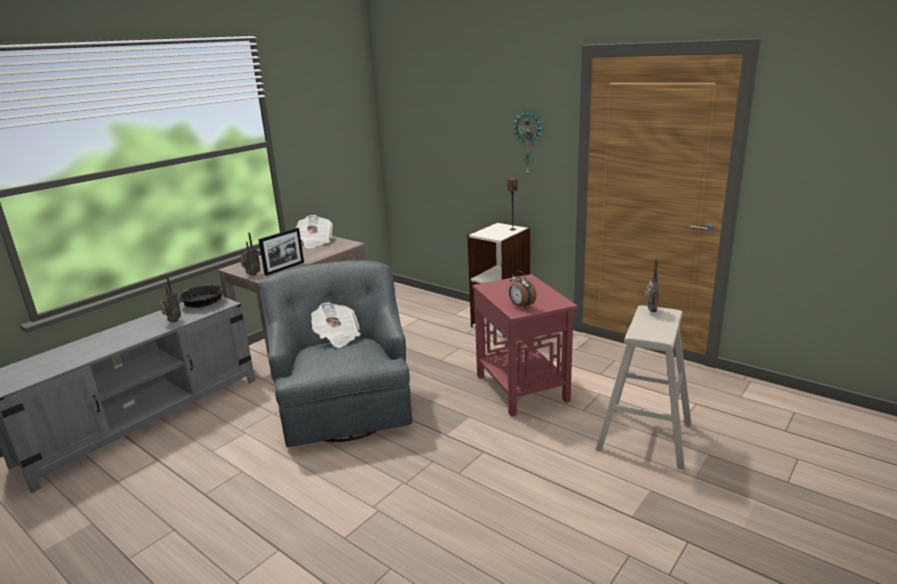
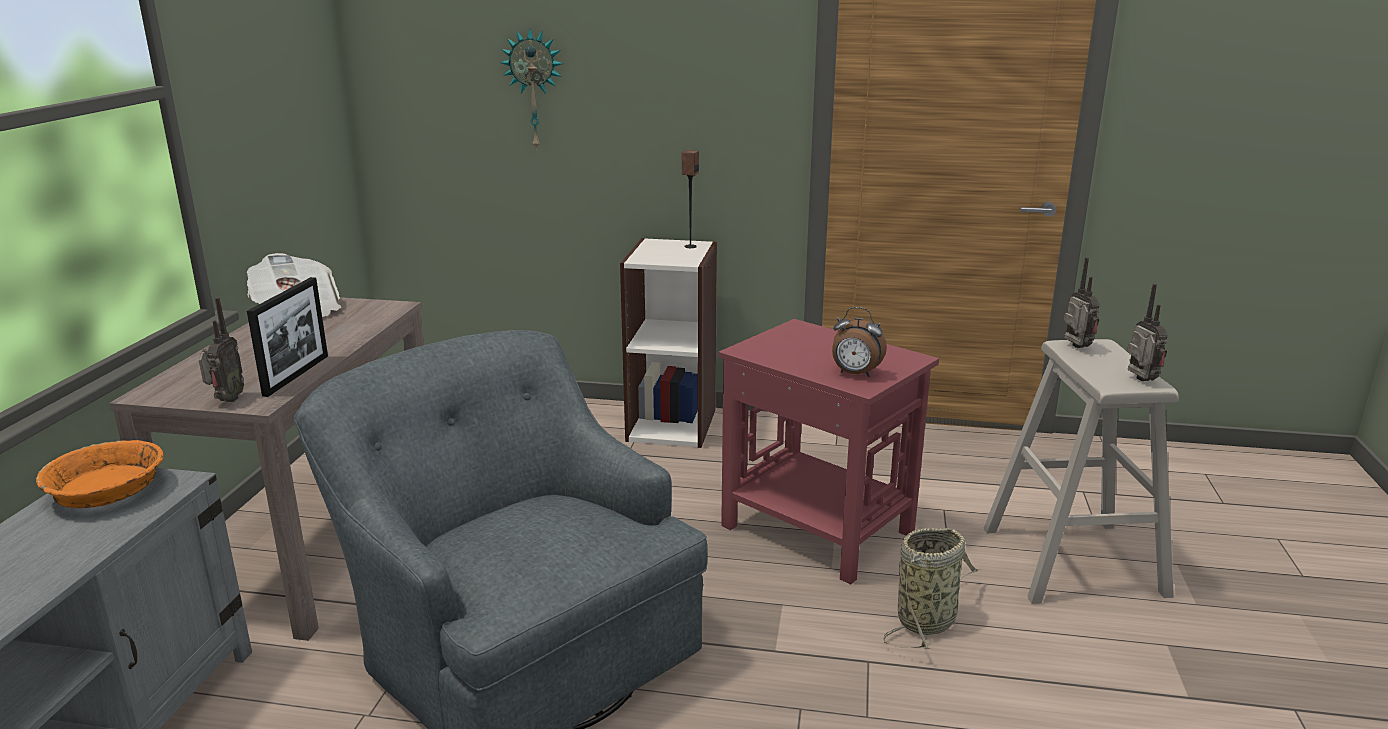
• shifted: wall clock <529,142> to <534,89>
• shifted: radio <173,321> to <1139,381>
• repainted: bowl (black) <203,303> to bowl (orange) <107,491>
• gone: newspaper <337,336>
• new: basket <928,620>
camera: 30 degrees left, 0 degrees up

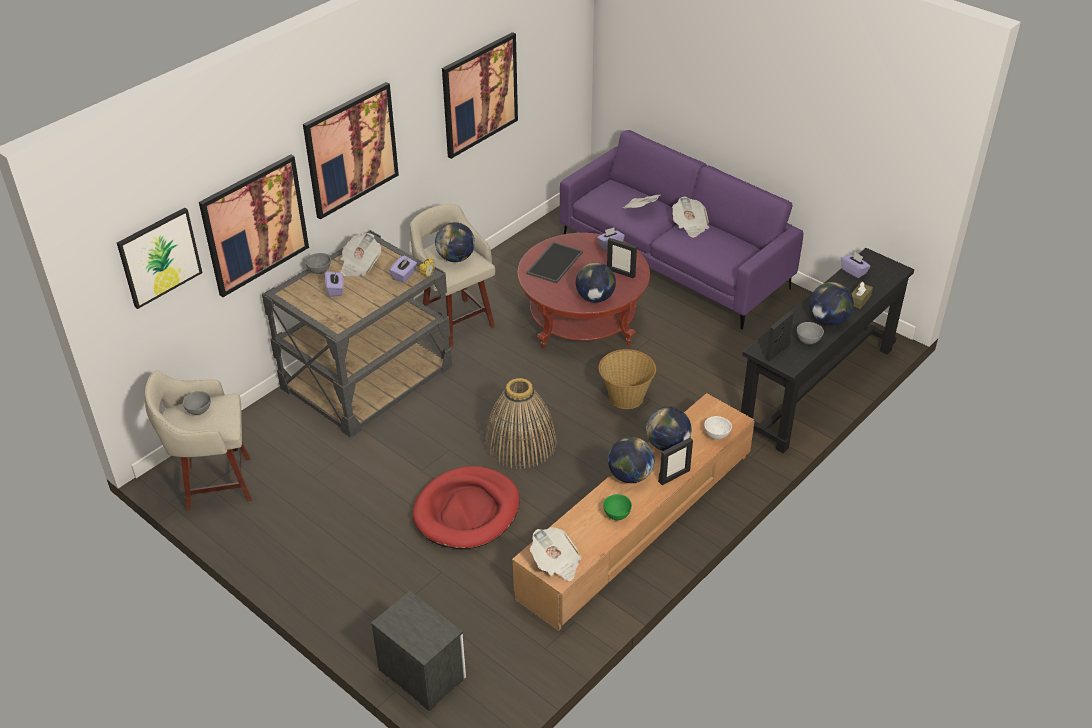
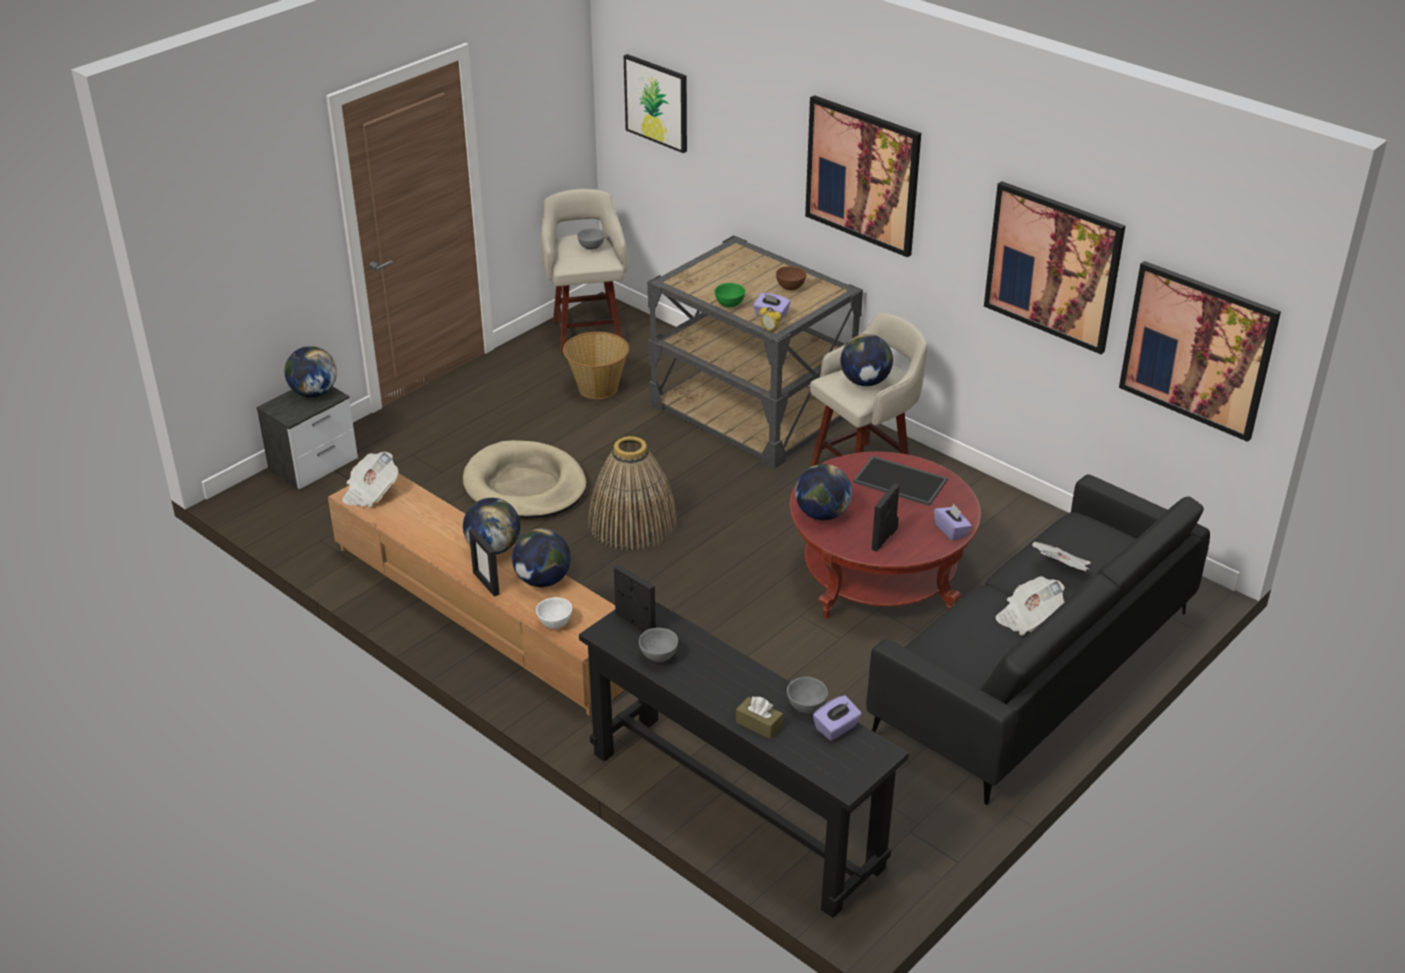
• repainted: sofa (purple) <675,263> to sofa (black) <1034,674>
• shifted: picture <255,225> to <1197,350>
• swapped: newspaper <359,265> to bowl (brown) <790,287>
• shifted: bowl (grey) <319,271> to <806,706>
• gone: tissue box (purple) <335,290>
• shifted: globe <828,320> to <314,393>
• shifted: basket <625,397> to <597,388>
• repainted: dog bed (red) <467,511> to dog bed (beige) <525,486>
• shifted: bowl (green) <617,514> to <730,305>
camera: 90 degrees right, 5 degrees down

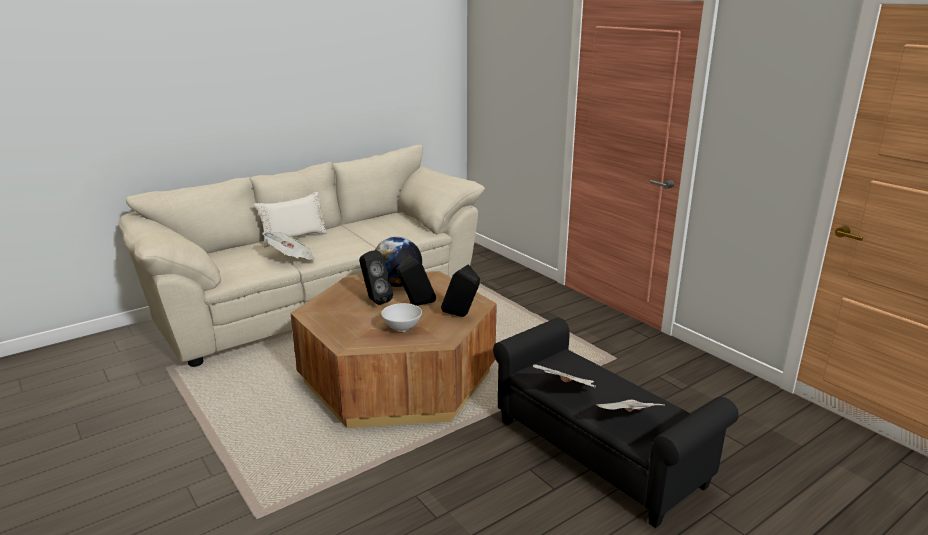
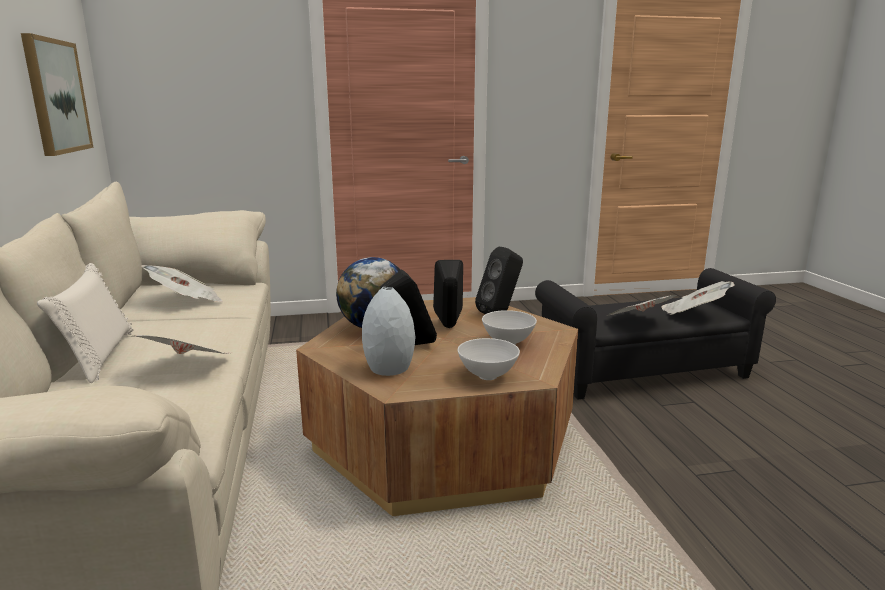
• new: picture <56,96>
• new: newspaper <187,301>
• new: vase (grey) <388,368>
• new: bowl (white) <487,376>
camera: 65 degrees left, 5 degrees down

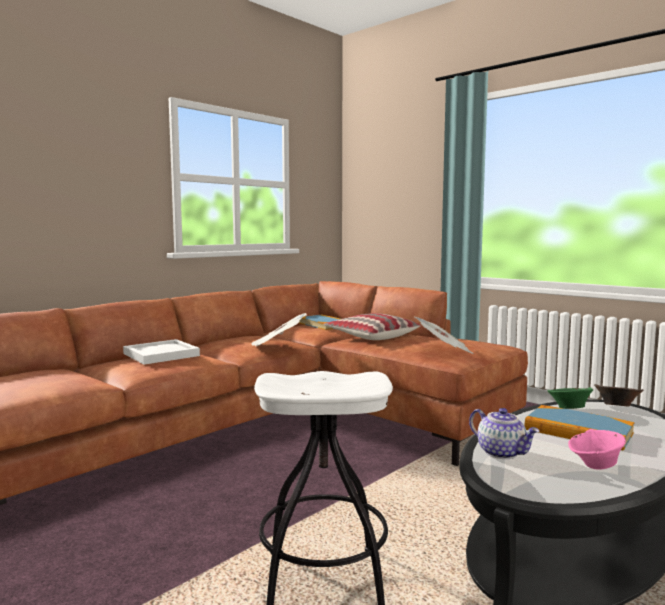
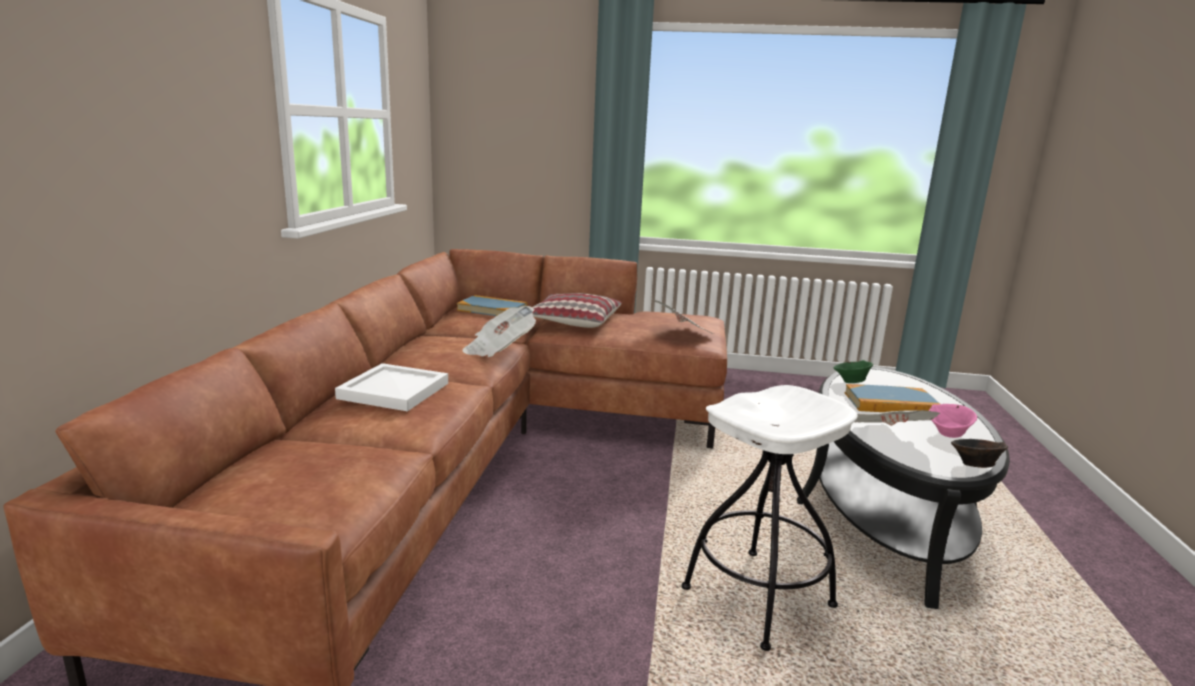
• shifted: bowl (brown) <616,406> to <974,465>
• swapped: teapot <502,453> to newspaper <885,439>
camera: 35 degrees left, 10 degrees up

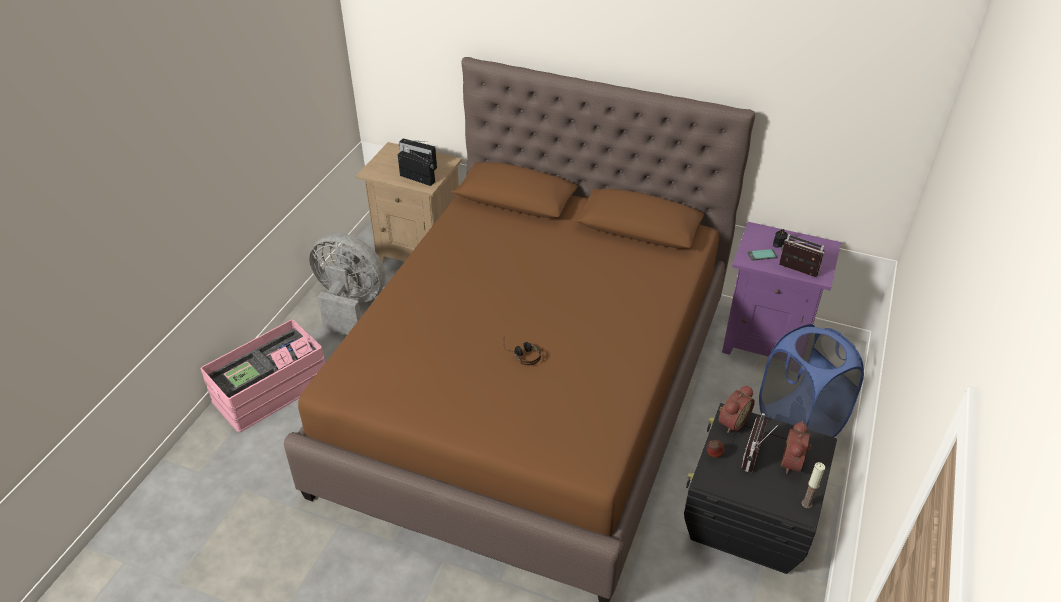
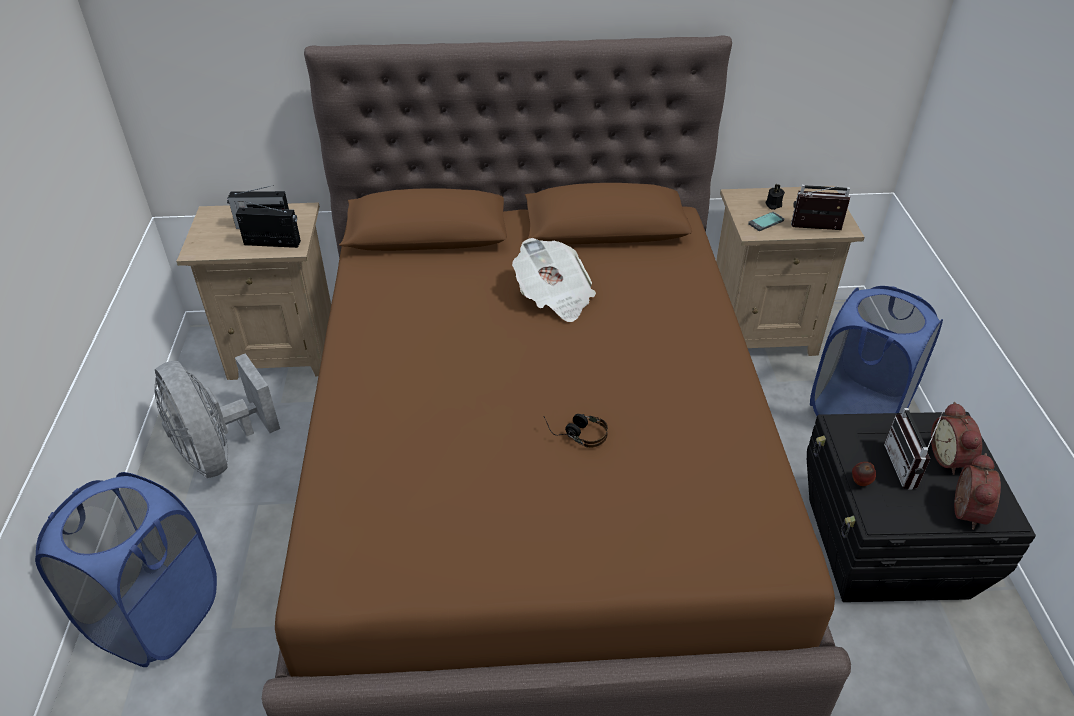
• repainted: nightstand (purple) <766,343> to nightstand (beige) <764,333>
• rotated: fan (grey) <350,305> = <220,451> 120 degrees counterclockwise
• swapped: storage box (pink) <270,389> to laundry basket (blue) <156,616>
• shifted: alarm clock <731,421> to <963,511>
• gone: candle <806,503>
• new: newspaper <554,297>
camera: 25 degrees left, 0 degrees up

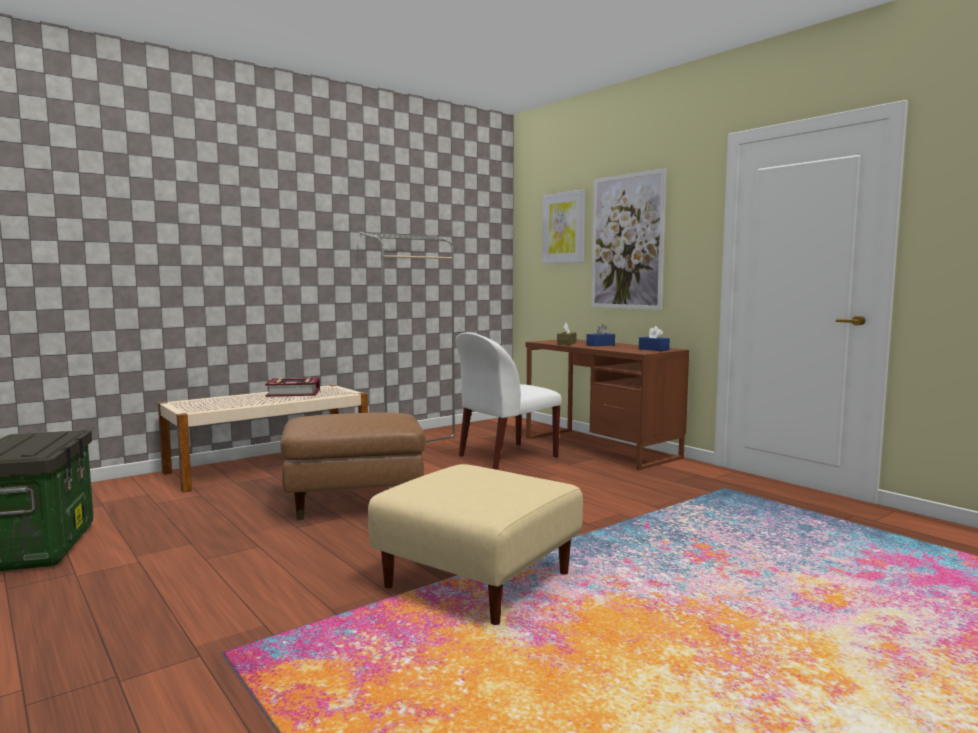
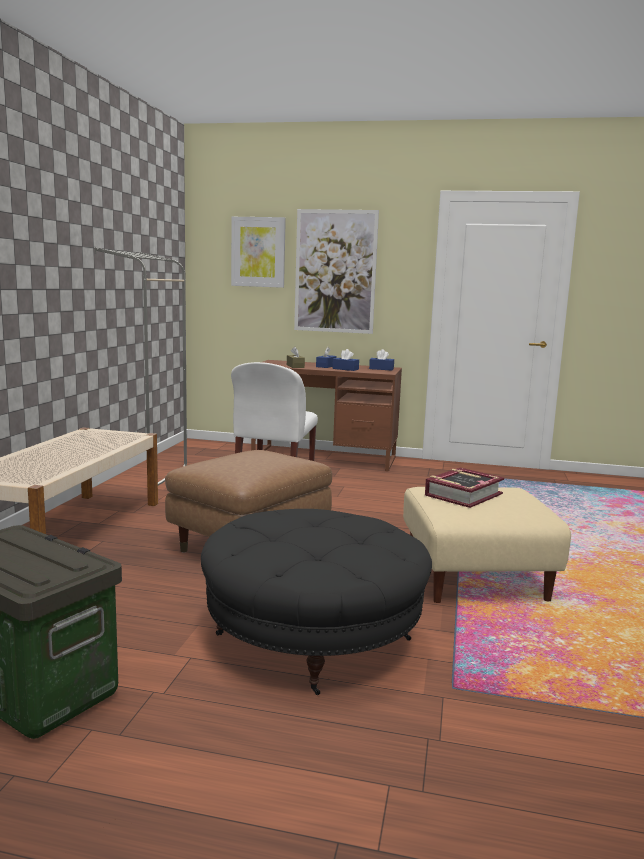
• shifted: book <293,393> to <463,494>
• new: tissue box (blue) <345,369>
• new: ottoman (black) <313,638>
camera: 40 degrees left, 5 degrees up

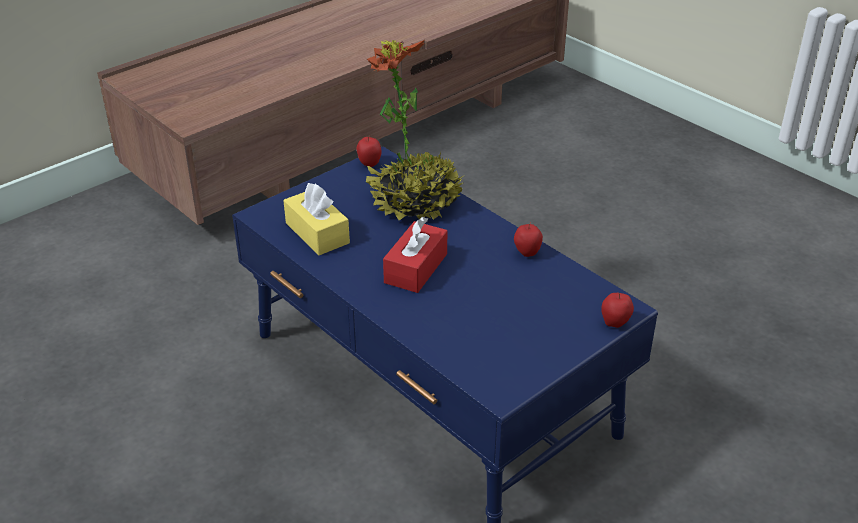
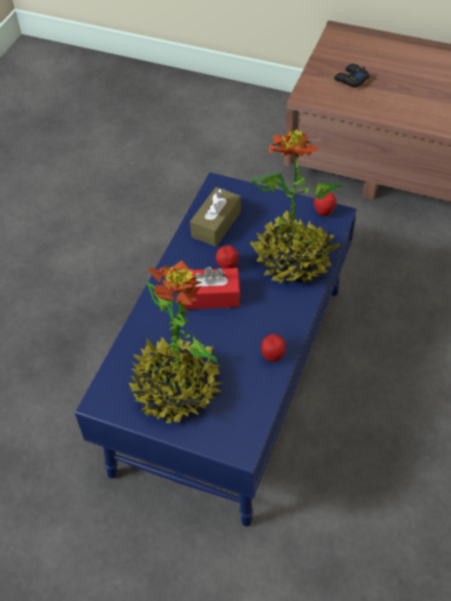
• repainted: tissue box (yellow) <317,233> to tissue box (brown) <216,224>
• shifted: apple <615,324> to <227,267>
• new: game controller (black) <351,79>
• new: potted plant <176,390>
camera: 65 degrees right, 15 degrees up

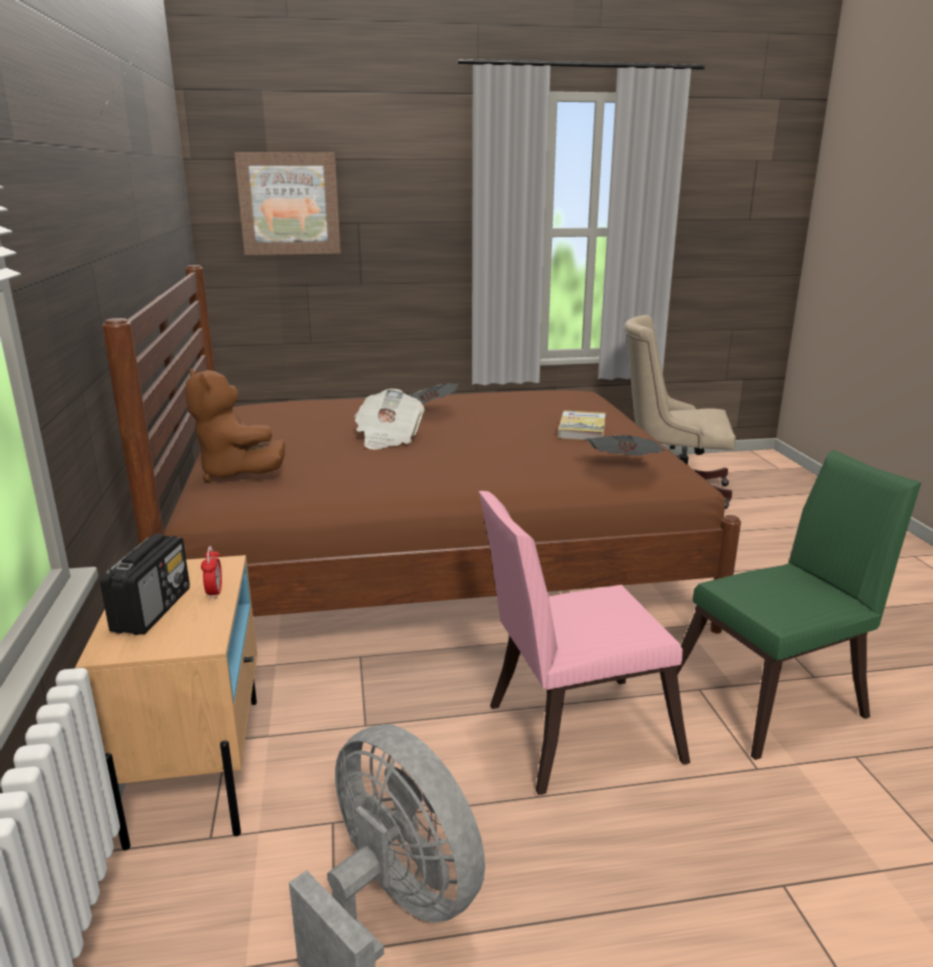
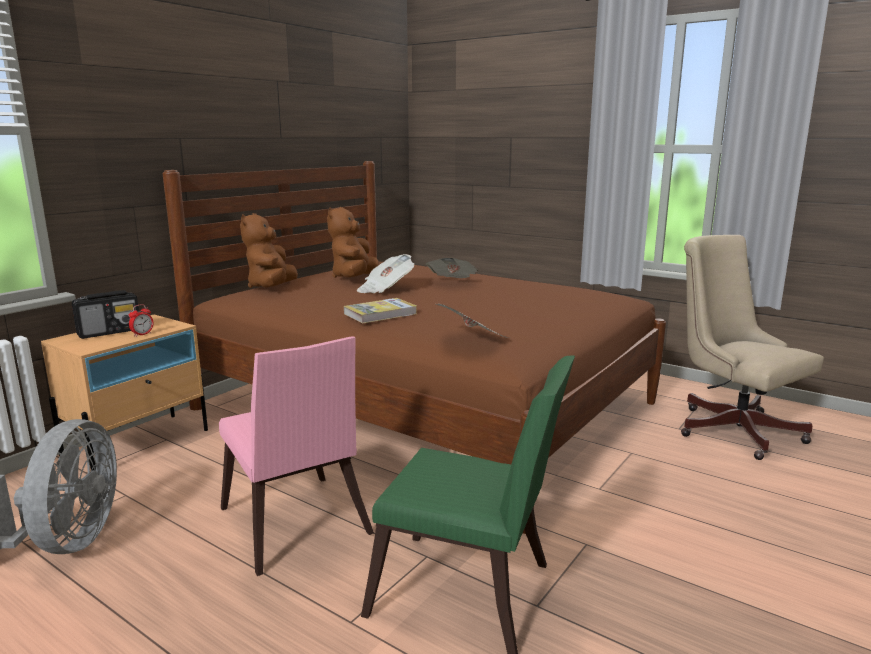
• gone: picture <289,204>
• shifted: book <582,429> to <380,314>
• rotated: chair (pink) <570,733> = <295,528> 150 degrees counterclockwise
• new: plush toy (brown) <354,278>
camera: 45 degrees right, 5 degrees down

